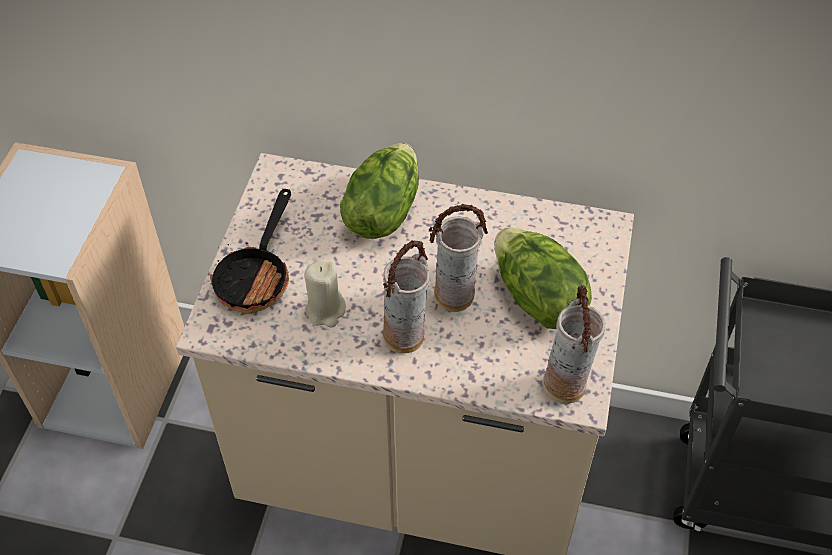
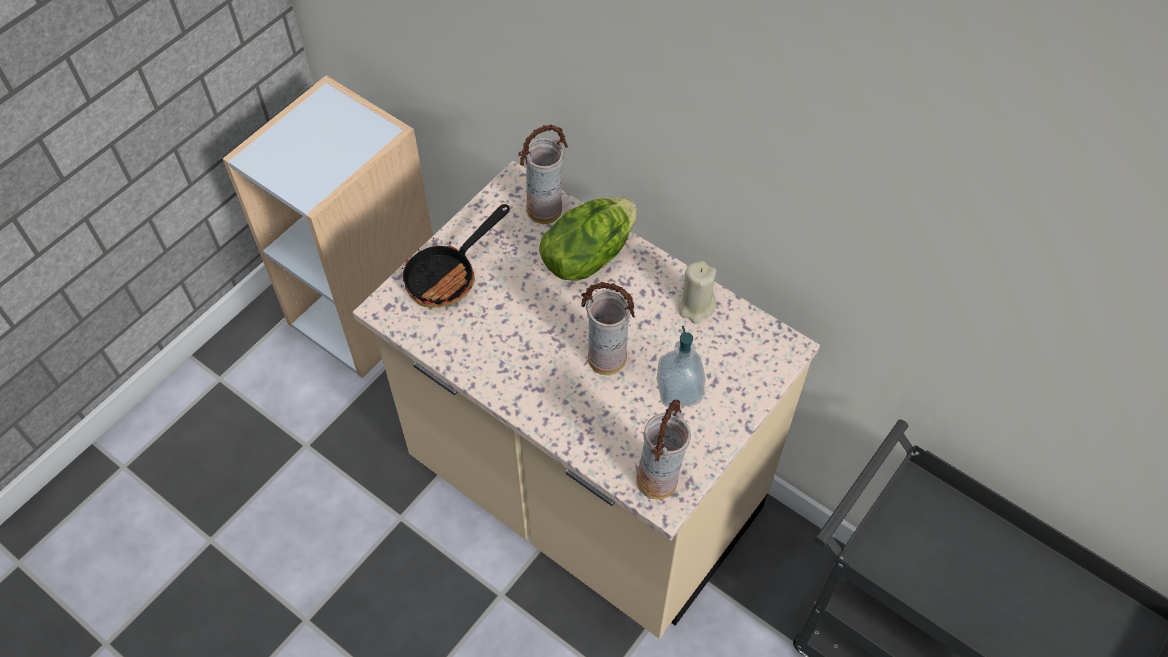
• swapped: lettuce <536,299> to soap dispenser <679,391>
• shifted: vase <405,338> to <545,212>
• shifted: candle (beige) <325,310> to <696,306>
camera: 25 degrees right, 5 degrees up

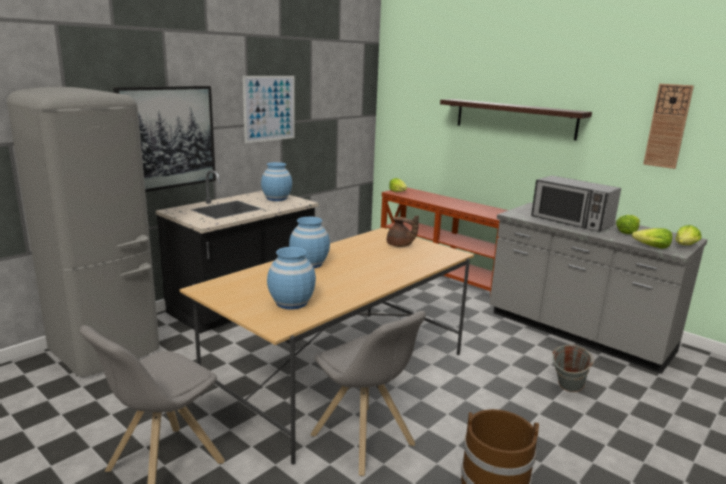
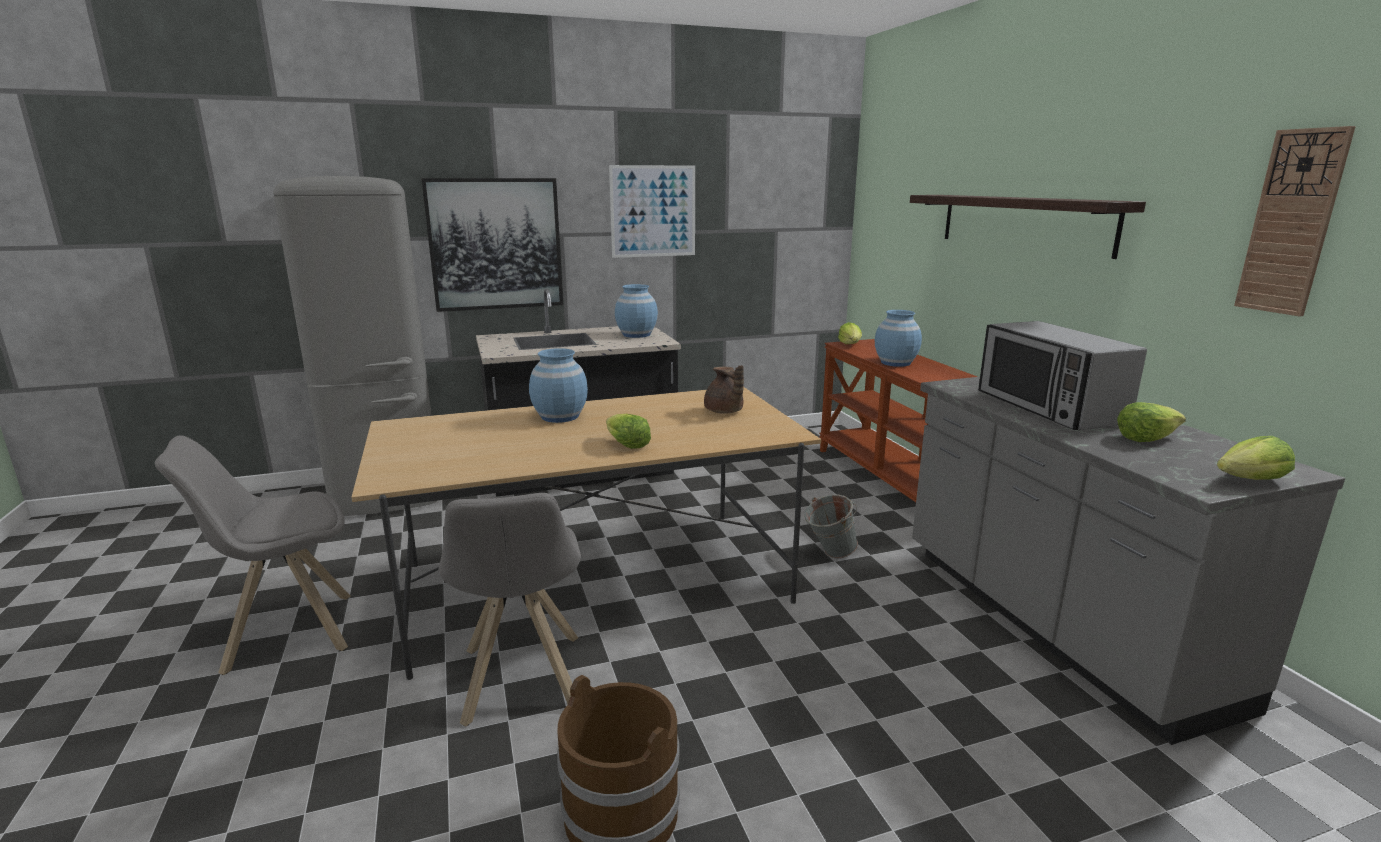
• shifted: lettuce <651,247> to <626,445>
• shifted: vase (blue) <291,302> to <895,363>
• shifted: bucket (grey) <567,390> to <829,554>
camera: 30 degrees right, 0 degrees up

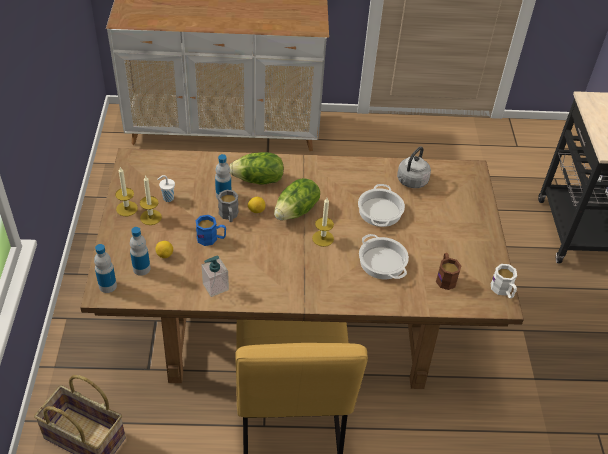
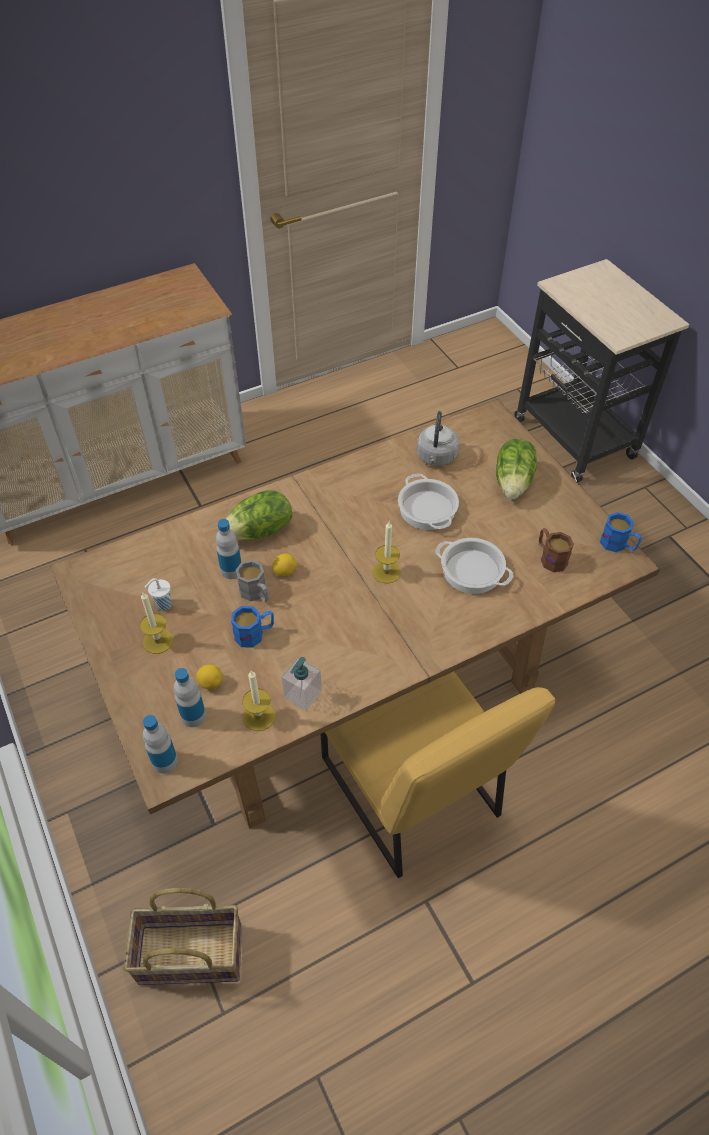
• shifted: candle <127,208> to <259,716>
• shifted: lettuce <297,211> to <514,482>
• repainted: mug (white) <503,291> to mug (blue) <618,545>
camera: 25 degrees left, 5 degrees up

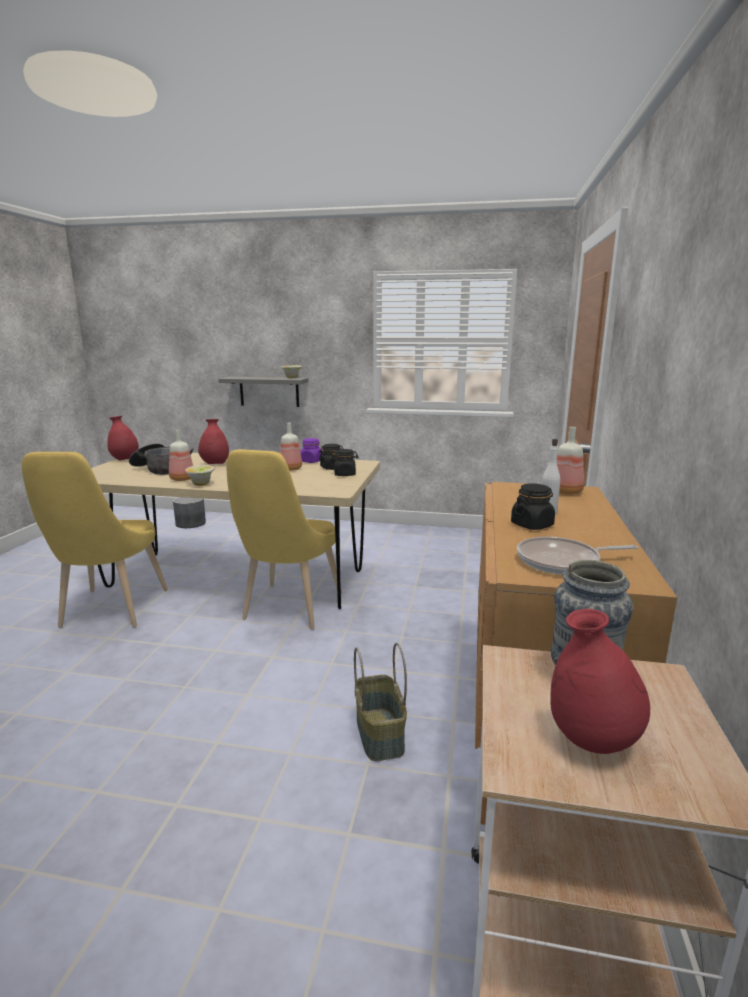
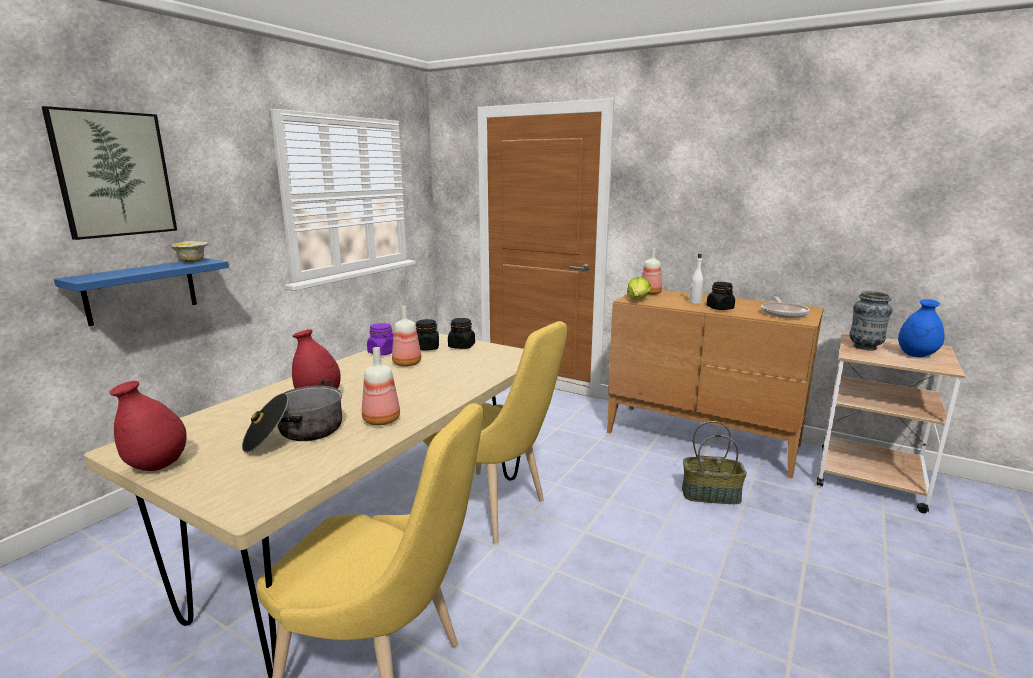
• repainted: shelf (grey) <269,391> to shelf (blue) <141,291>
• gone: bowl <202,484>
• gone: planter (grey) <190,523>
• repainted: vase (red) <592,741> to vase (blue) <916,355>
• new: picture <114,174>
• new: lettuce <638,300>
camera: 70 degrees left, 0 degrees up

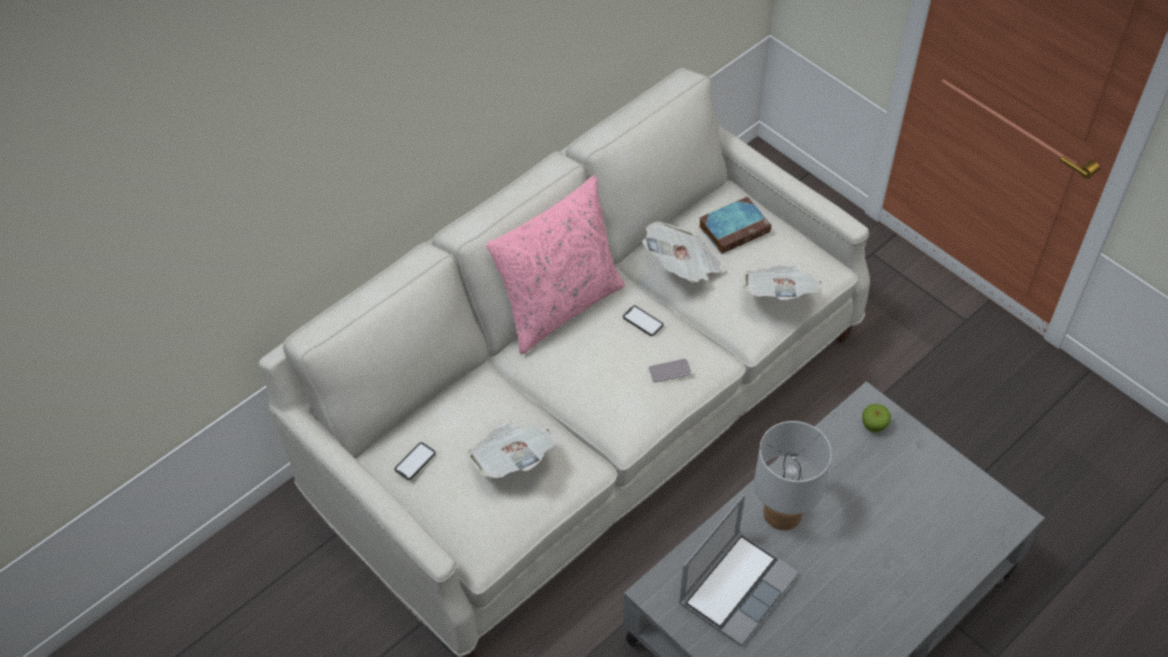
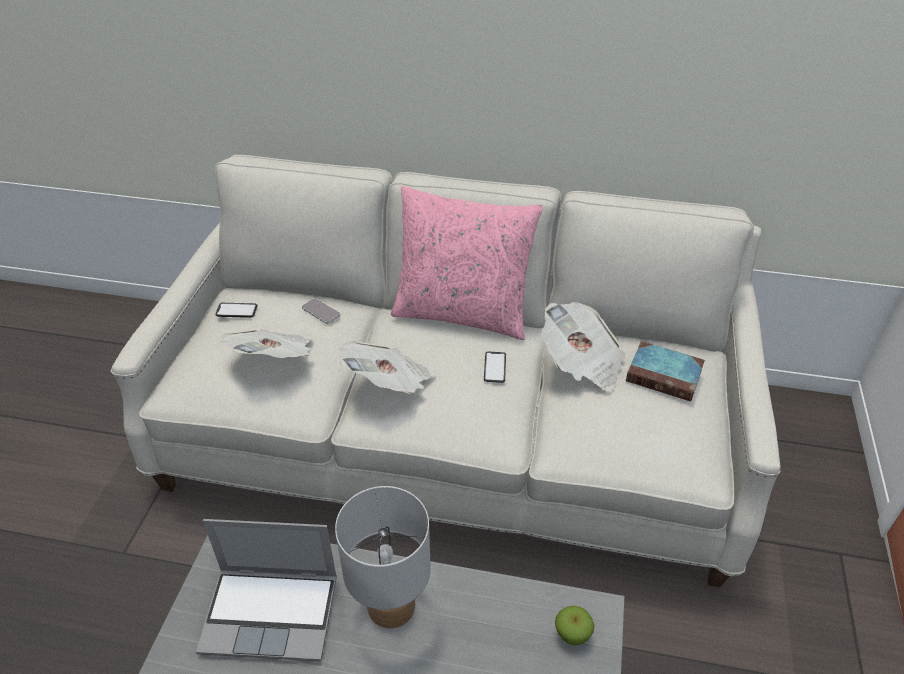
• shifted: newspaper <779,295> to <390,384>
• shifted: phone <670,371> to <321,311>
camera: 55 degrees right, 10 degrees down

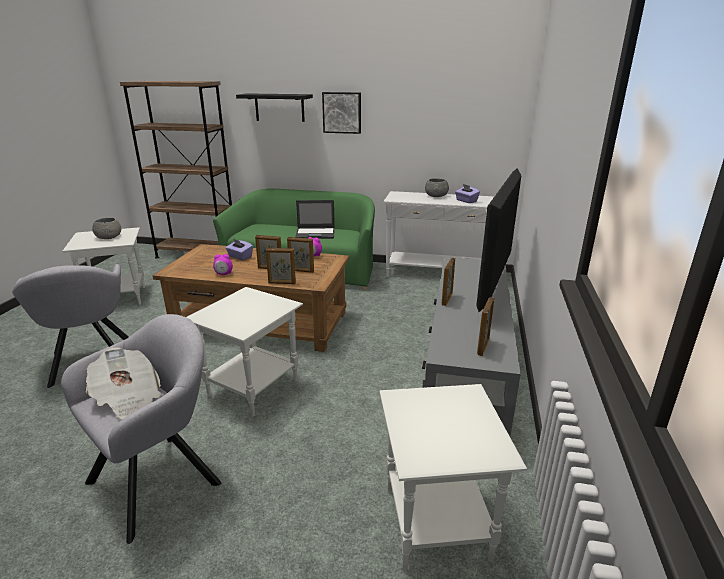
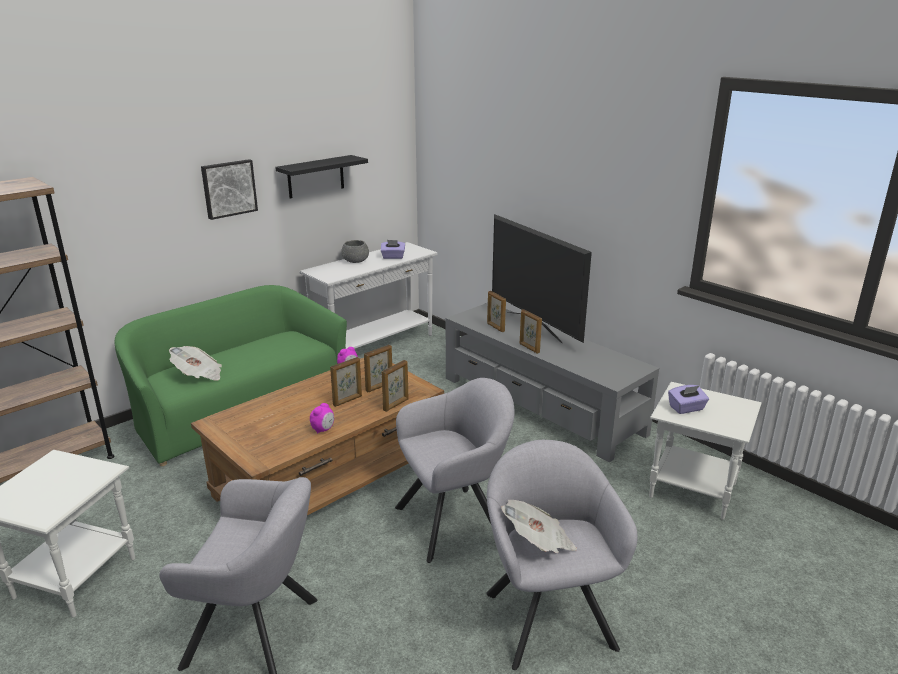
• shifted: shelf (black) <279,107> to <316,176>
• gone: laptop <316,233>
• gone: bowl (grey) <108,237>
• shifted: tissue box (purple) <240,257> to <686,408>
• swapped: side table (white) <252,389> to armchair (grey) <456,520>
• shifted: picture frame <483,347> to <495,327>
• new: newspaper <198,375>
camera: 55 degrees left, 0 degrees up

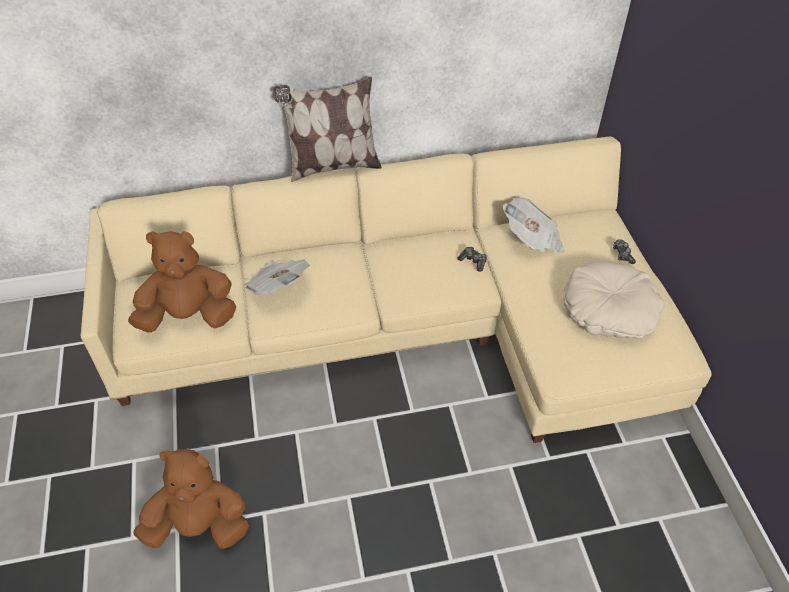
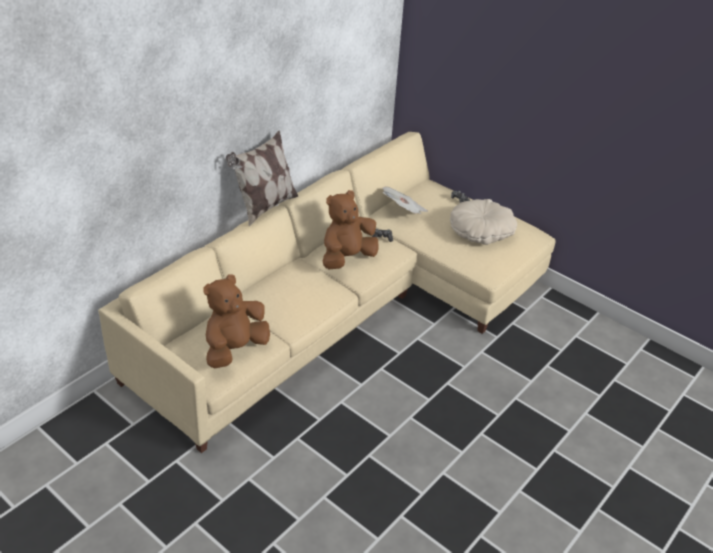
• gone: newspaper <278,287>
• shifted: plush toy (brown) <200,525> to <347,258>
camera: 40 degrees left, 10 degrees down

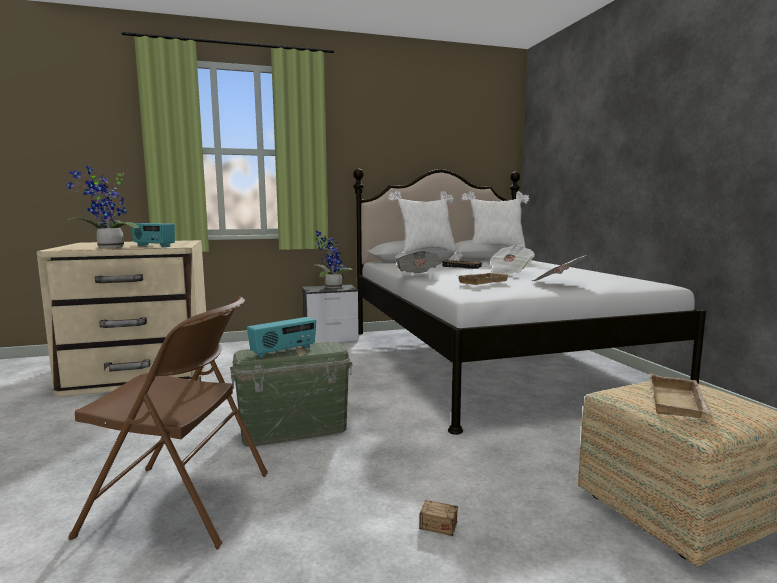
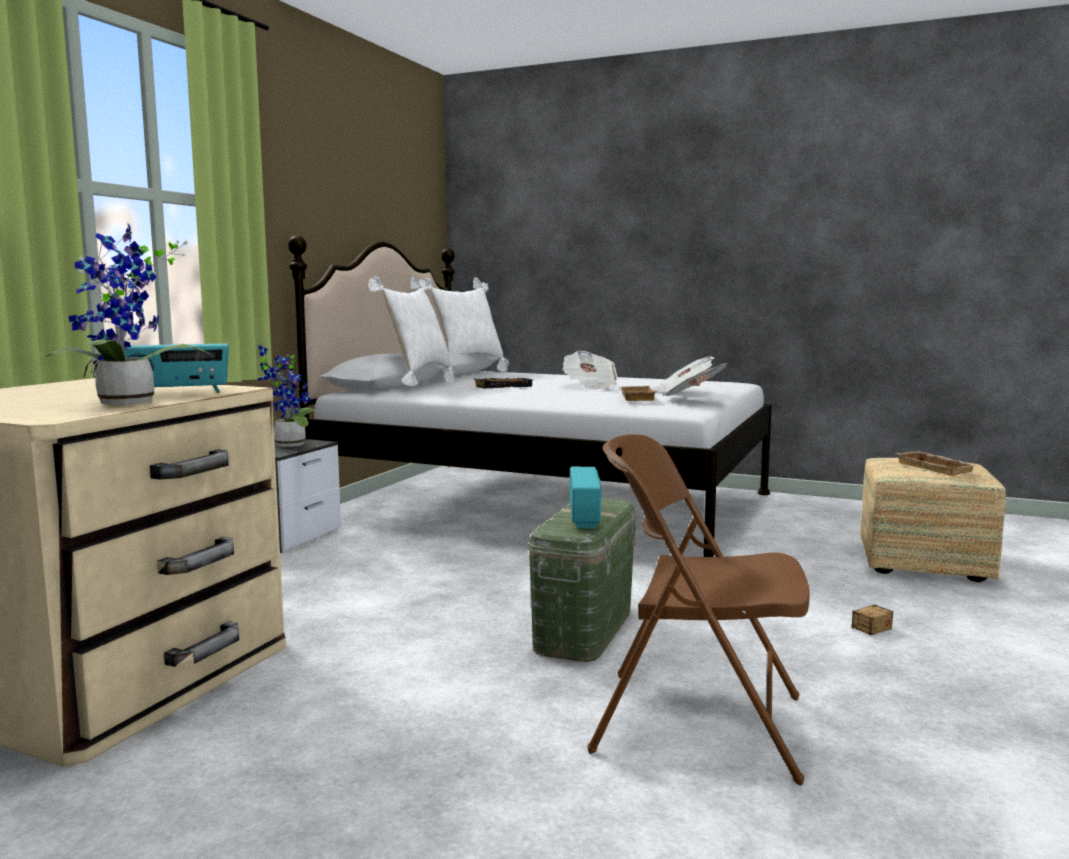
• shifted: newspaper <418,275> to <693,398>
• rotated: chair (brown) <179,503> = <699,722> 120 degrees counterclockwise
camera: 50 degrees left, 0 degrees up

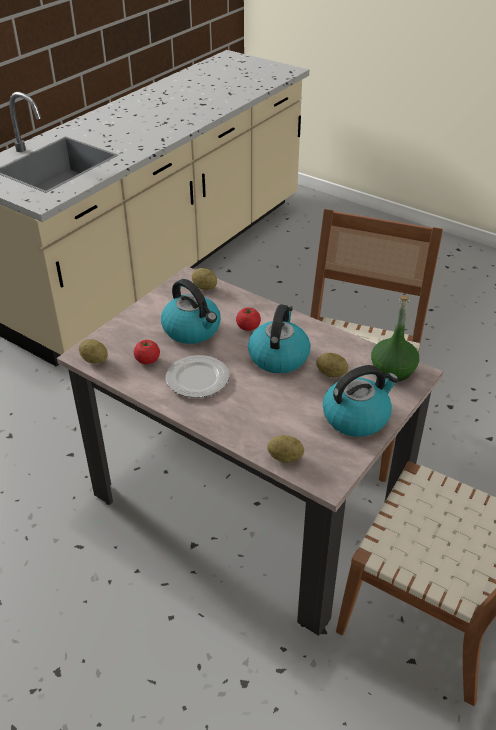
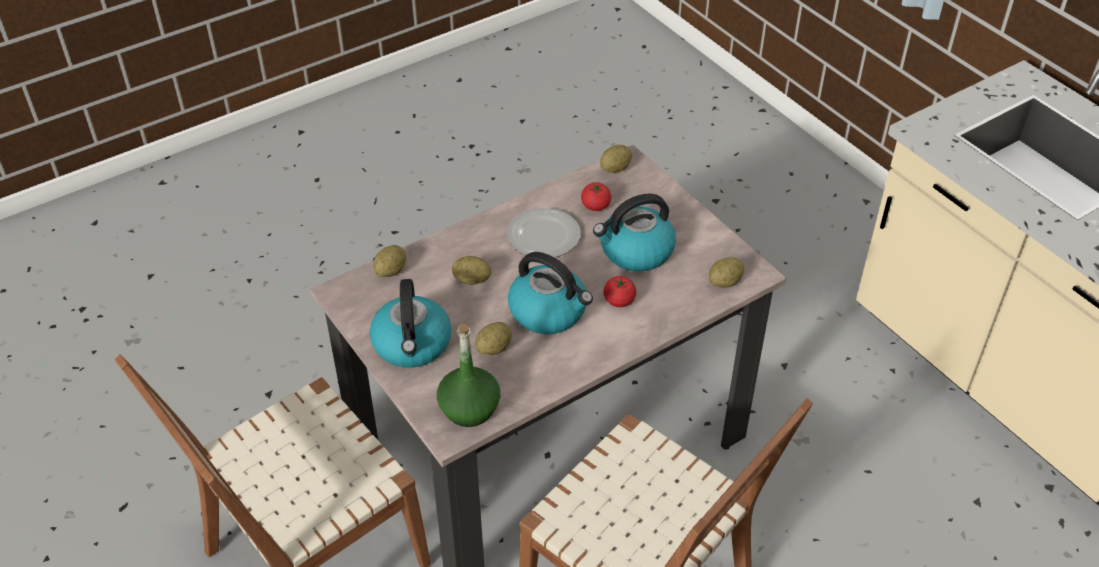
• new: potato <472,280>
camera: 110 degrees right, 5 degrees up

